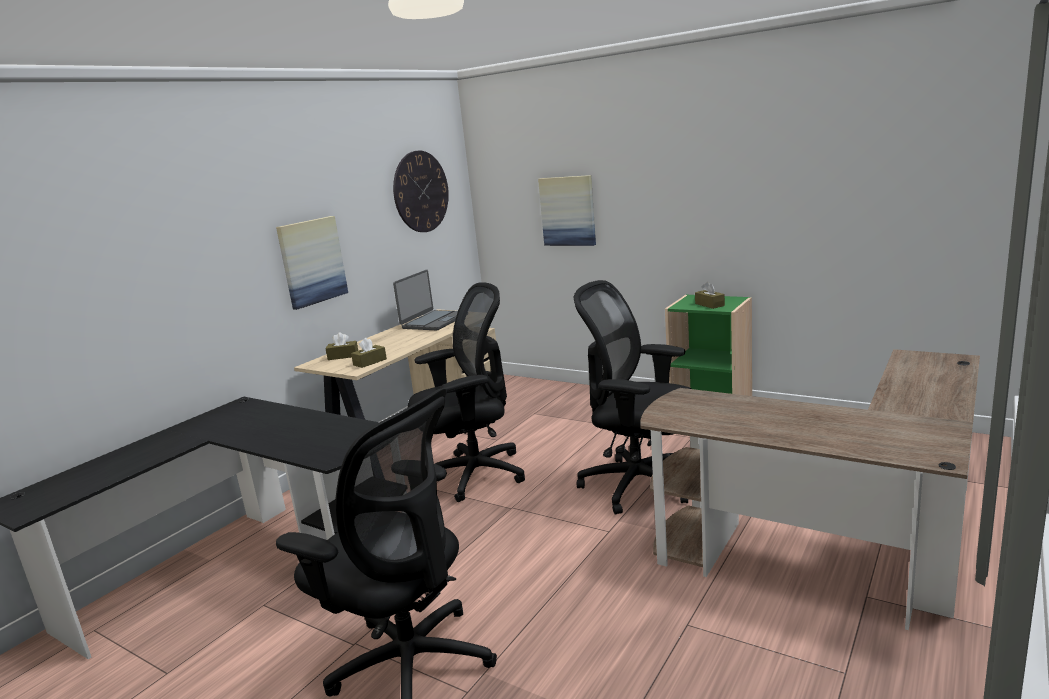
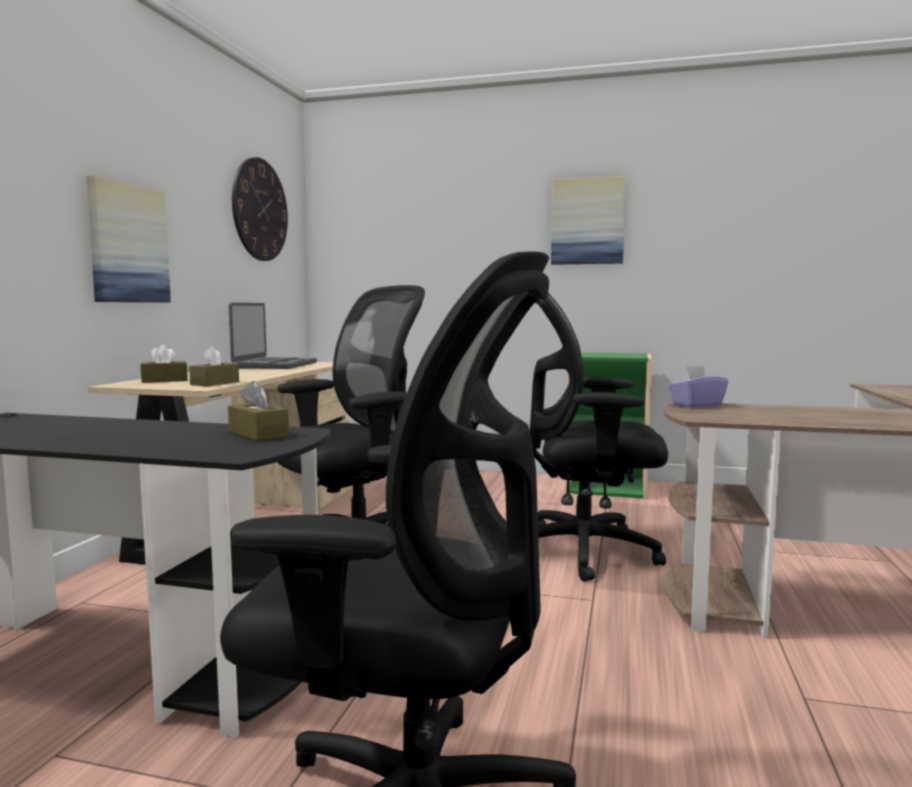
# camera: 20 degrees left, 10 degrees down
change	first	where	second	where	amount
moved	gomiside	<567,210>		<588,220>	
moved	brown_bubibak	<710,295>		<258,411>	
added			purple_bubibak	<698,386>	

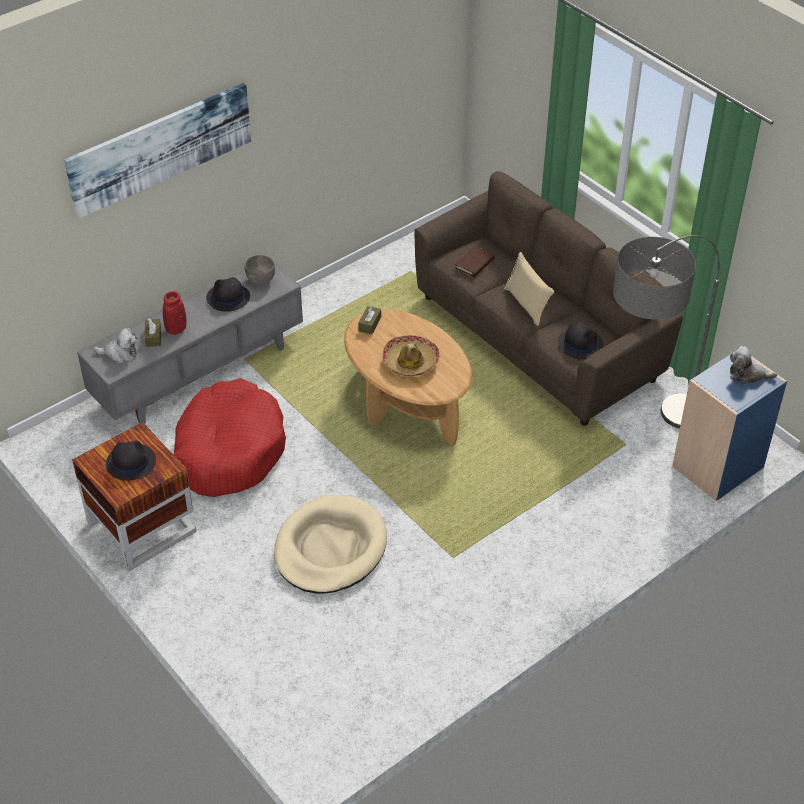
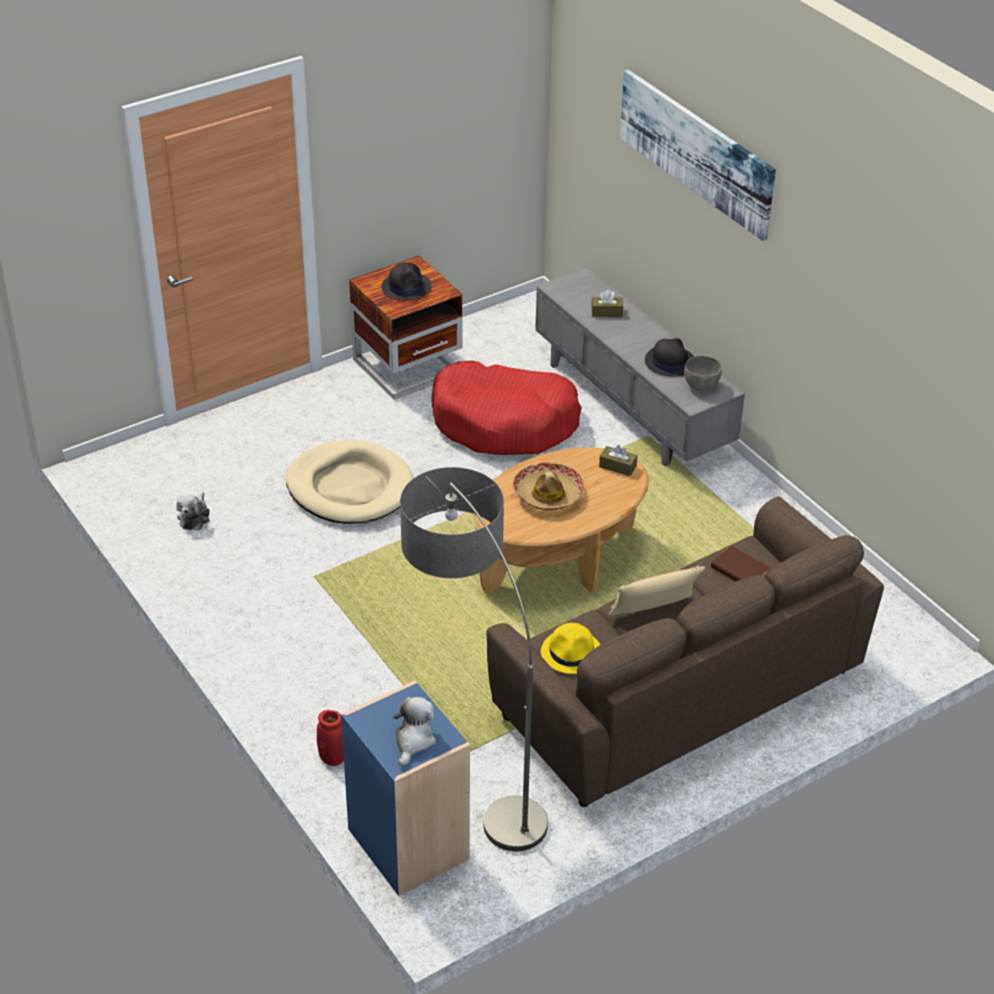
# camera: 95 degrees right, 5 degrees down
change	first	where	second	where	amount
moved	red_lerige	<174,313>		<330,738>	
recoloured	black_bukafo	<580,340>	yellow_bukafo	<570,648>	
moved	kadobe	<116,345>		<193,511>	

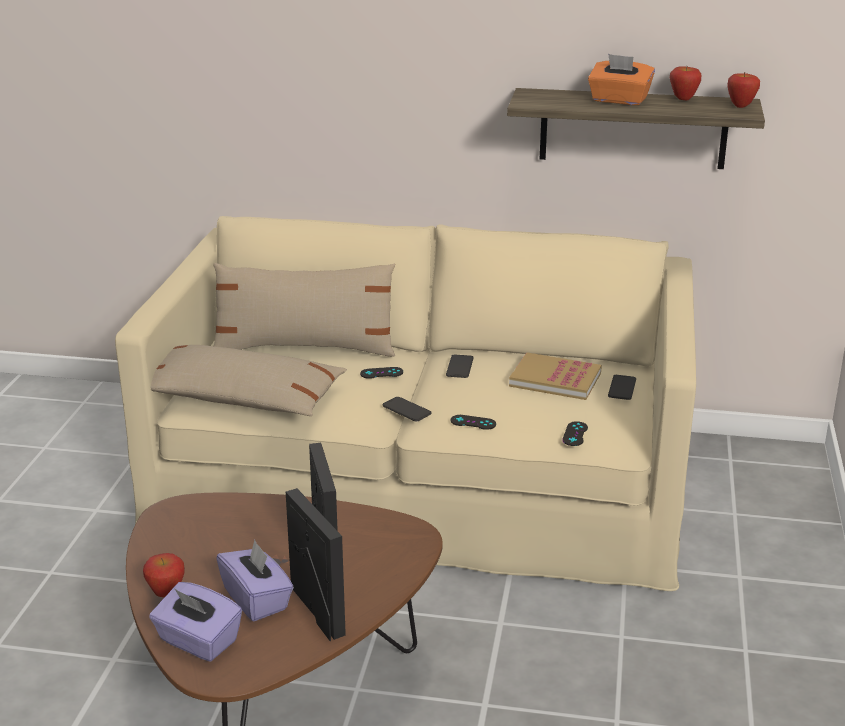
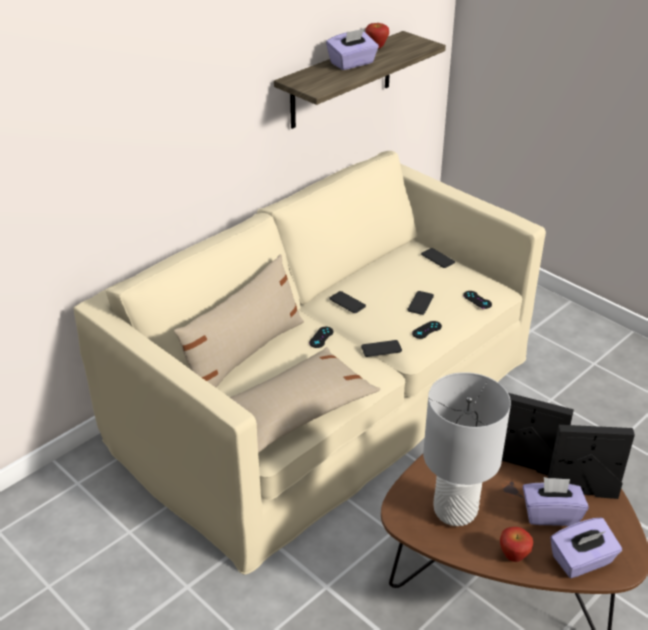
# camera: 55 degrees left, 10 degrees up
change	first	where	second	where	amount
recoloured	orange_bubibak	<621,79>	purple_bubibak	<352,49>	
removed	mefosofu	<743,90>			
removed	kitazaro	<555,376>			
added			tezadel	<421,303>	
added			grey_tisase	<467,449>	

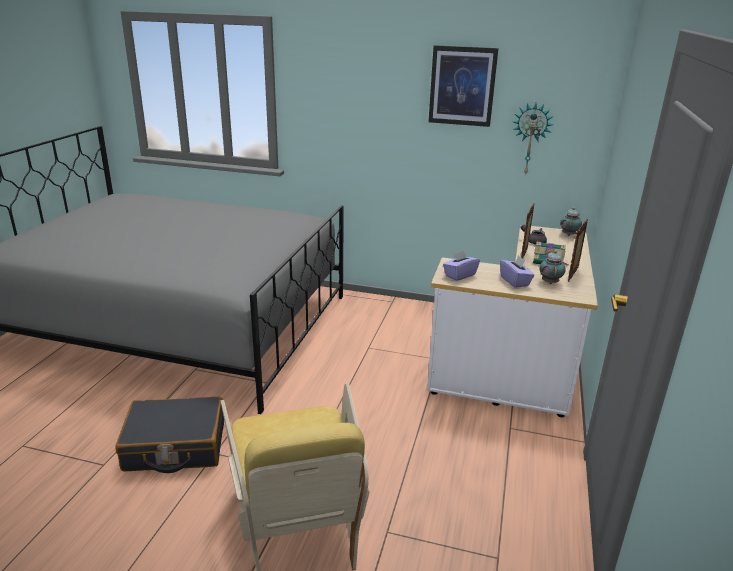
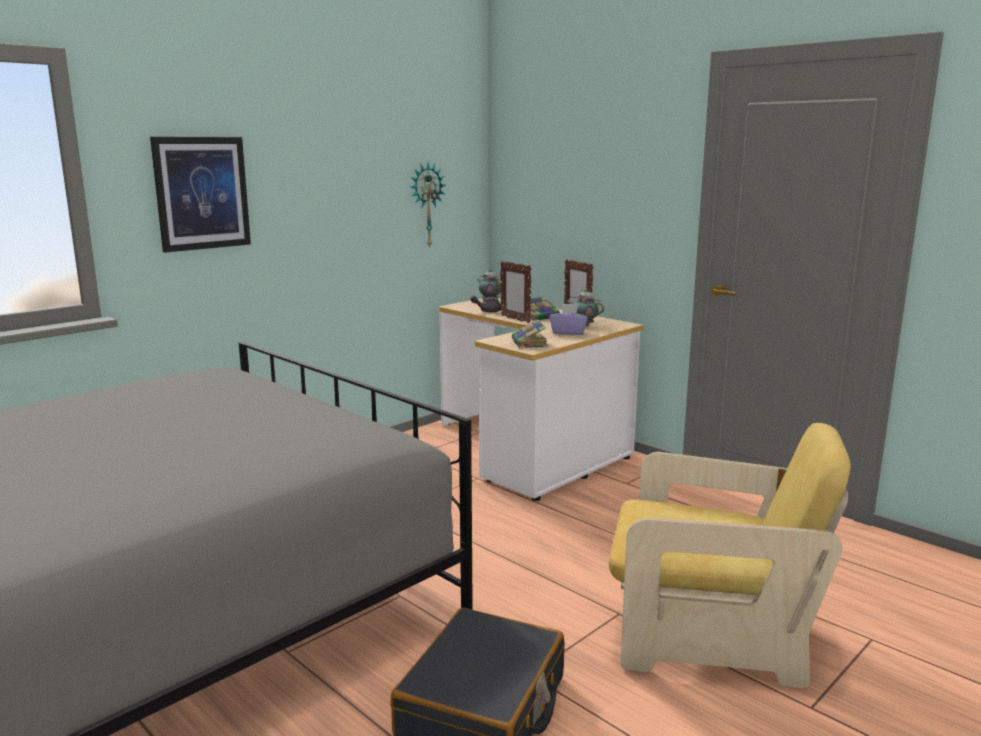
# camera: 60 degrees left, 10 degrees down
change	first	where	second	where	amount
moved	gomiside	<464,86>		<200,195>	
replaced	purple_bubibak	<461,265>	kitazaro	<530,334>	

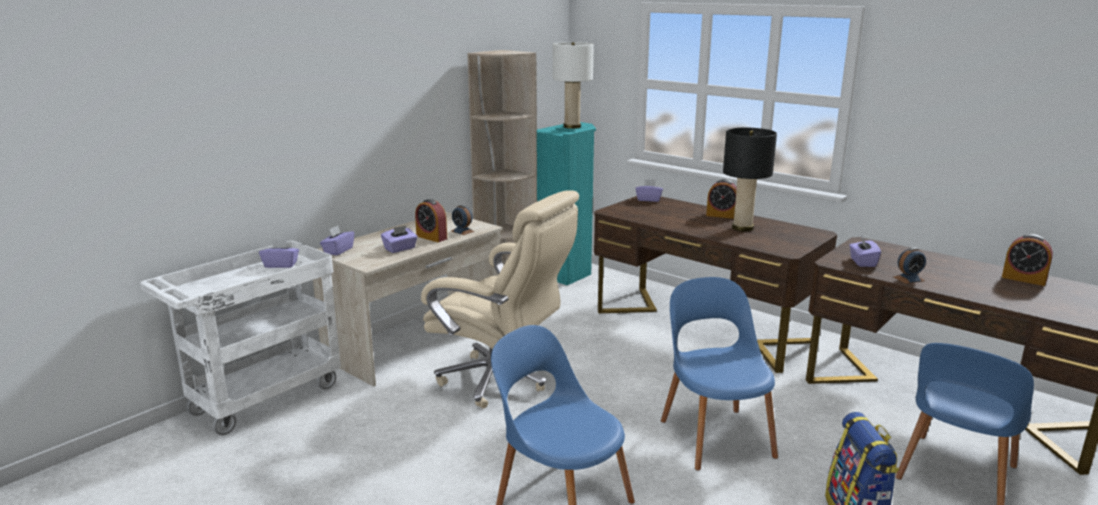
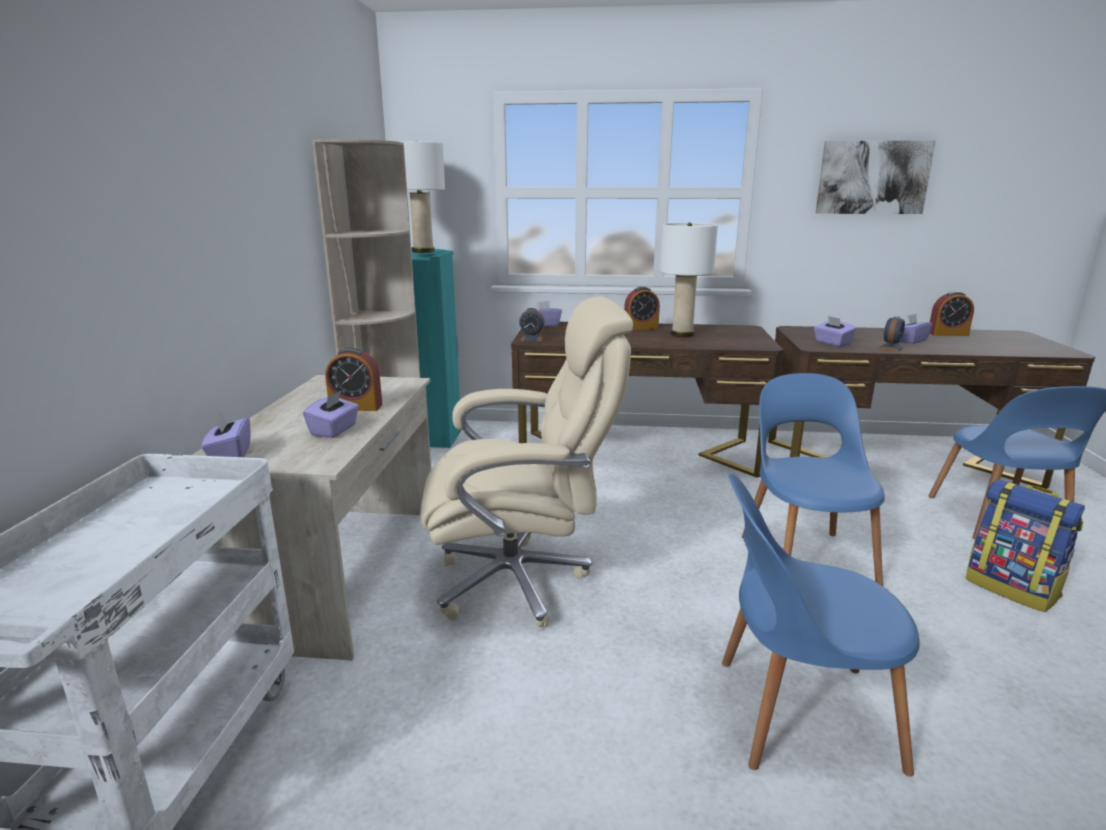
# camera: 35 degrees left, 0 degrees up
change	first	where	second	where	amount
recoloured	black_tisase	<750,179>	white_tisase	<689,280>	
moved	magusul	<463,220>		<532,324>	
moved	purple_bubibak	<279,253>		<916,329>	
turned	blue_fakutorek	<719,374>		<813,479>	45 degrees clockwise
added			gomiside	<876,177>	

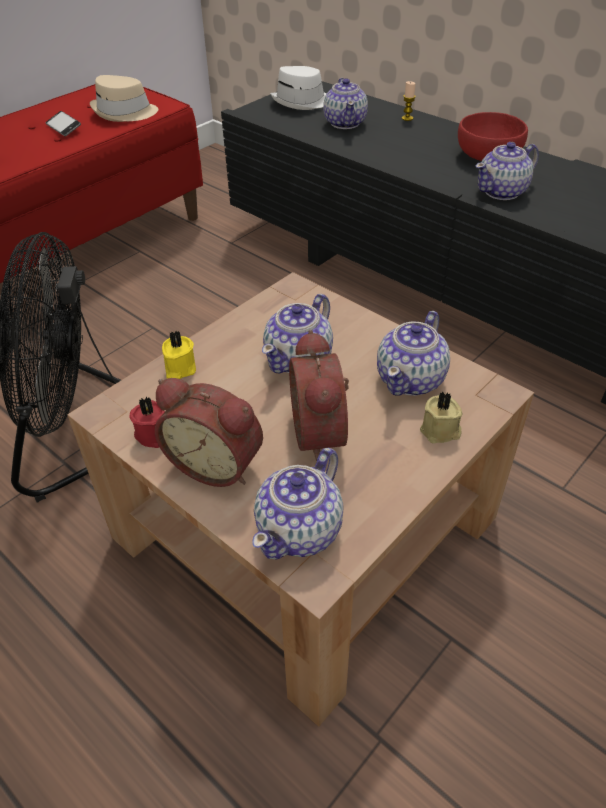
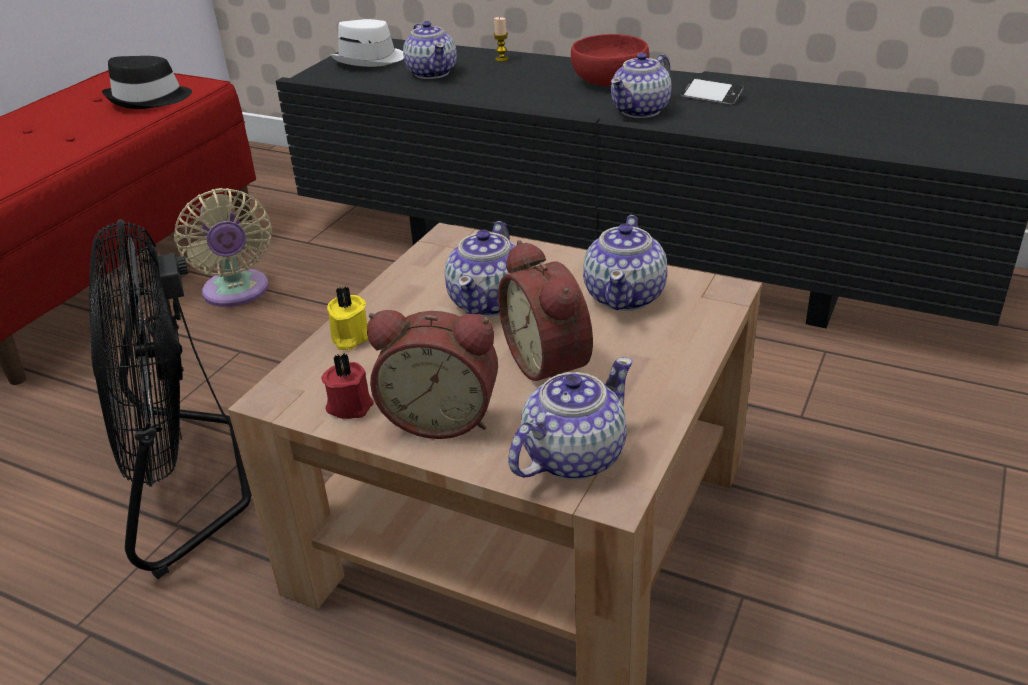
# camera: 15 degrees left, 10 degrees down
change	first	where	second	where	amount
recoloured	beige_bukafo	<124,98>	black_bukafo	<147,82>	
moved	tezadel	<63,123>		<712,91>	
removed	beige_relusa	<441,417>			
turned	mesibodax	<298,503>		<570,418>	150 degrees counterclockwise
added			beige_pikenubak	<223,247>	

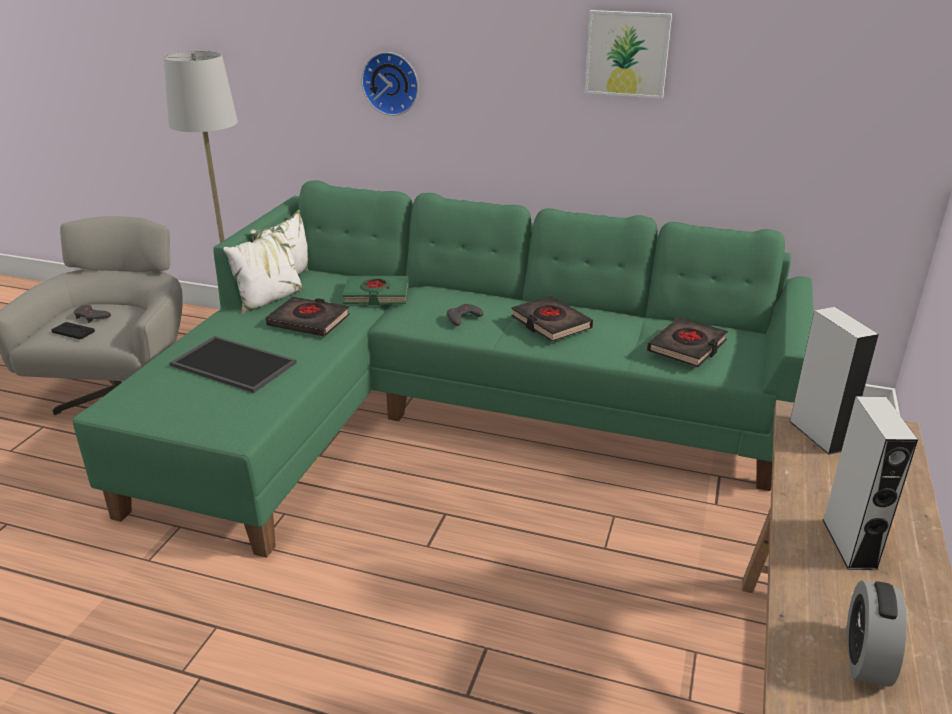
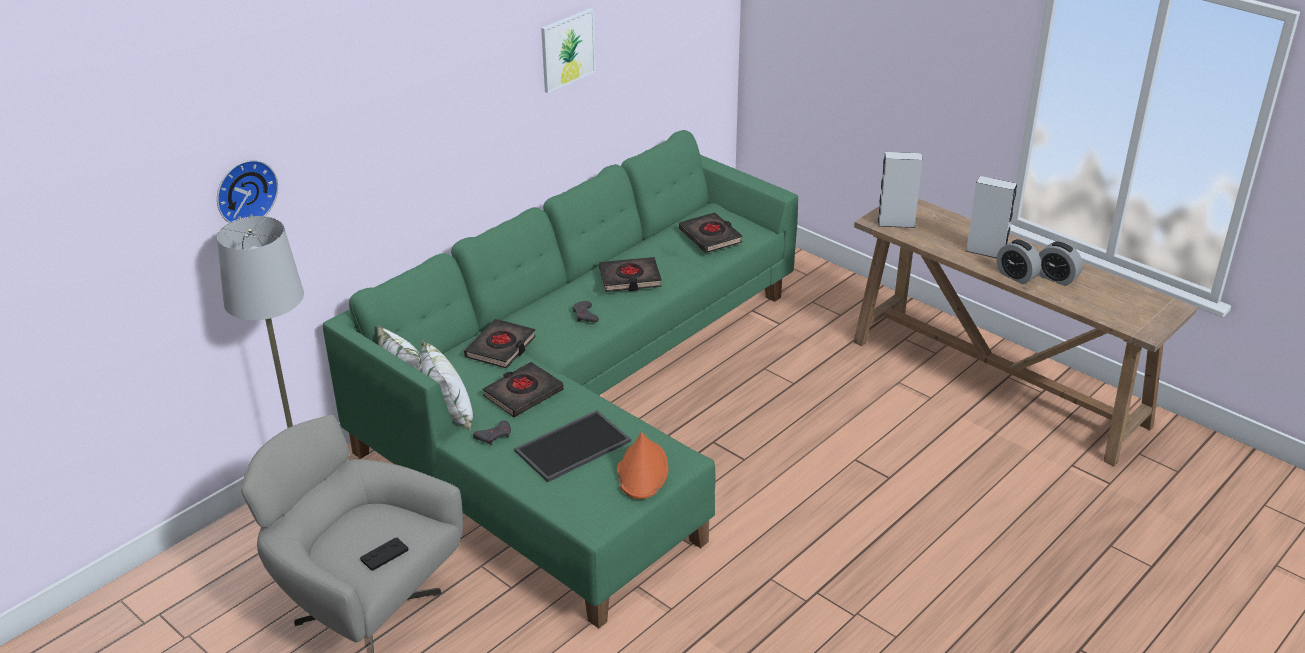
# camera: 65 degrees left, 5 degrees up
change	first	where	second	where	amount
moved	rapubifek	<390,84>		<247,191>	
recoloured	green_kitazaro	<375,291>	black_kitazaro	<500,344>	
moved	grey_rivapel	<92,314>		<492,432>	
added			magusul	<1019,261>	
added			orange_bukafo	<643,465>	

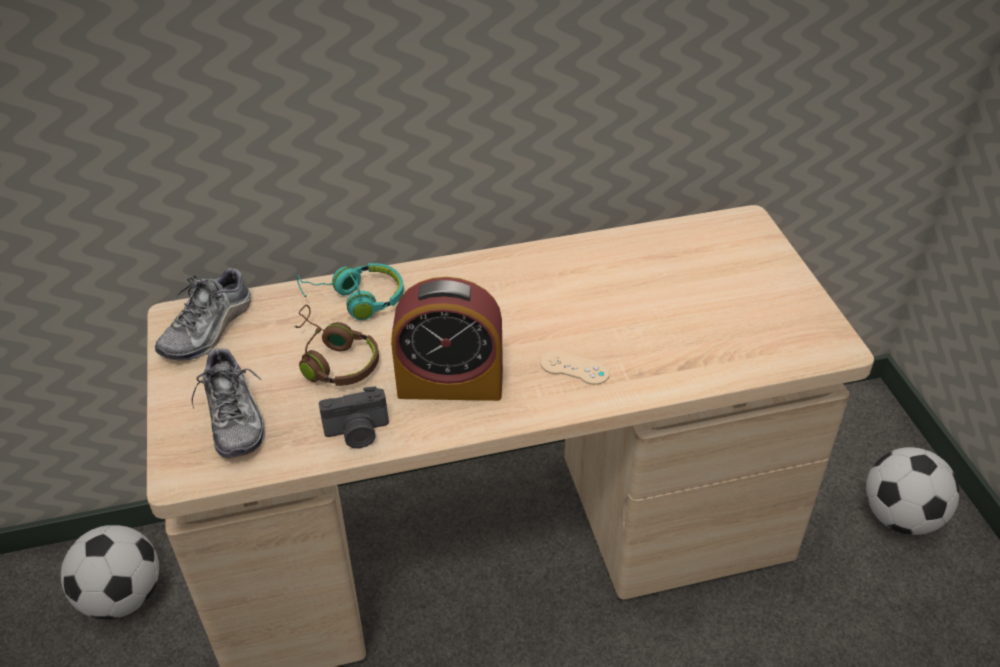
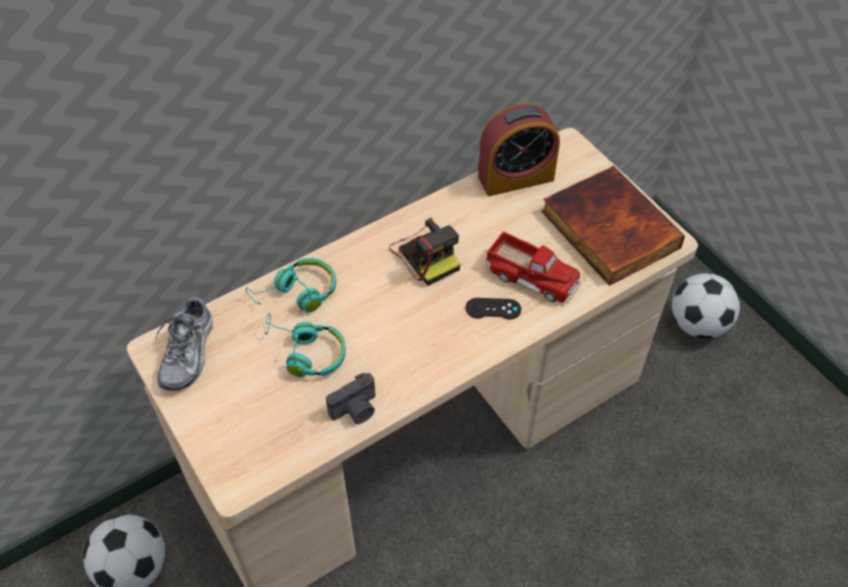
# camera: 20 degrees left, 10 degrees up
change	first	where	second	where	amount
moved	magusul	<447,339>		<519,150>	
recoloured	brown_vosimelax	<336,345>	turquoise_vosimelax	<305,345>	
removed	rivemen	<228,400>			
recoloured	beige_rivapel	<575,368>	black_rivapel	<493,309>	
added			kitazaro	<613,226>	
added			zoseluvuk	<425,251>	
added			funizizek	<533,267>	

